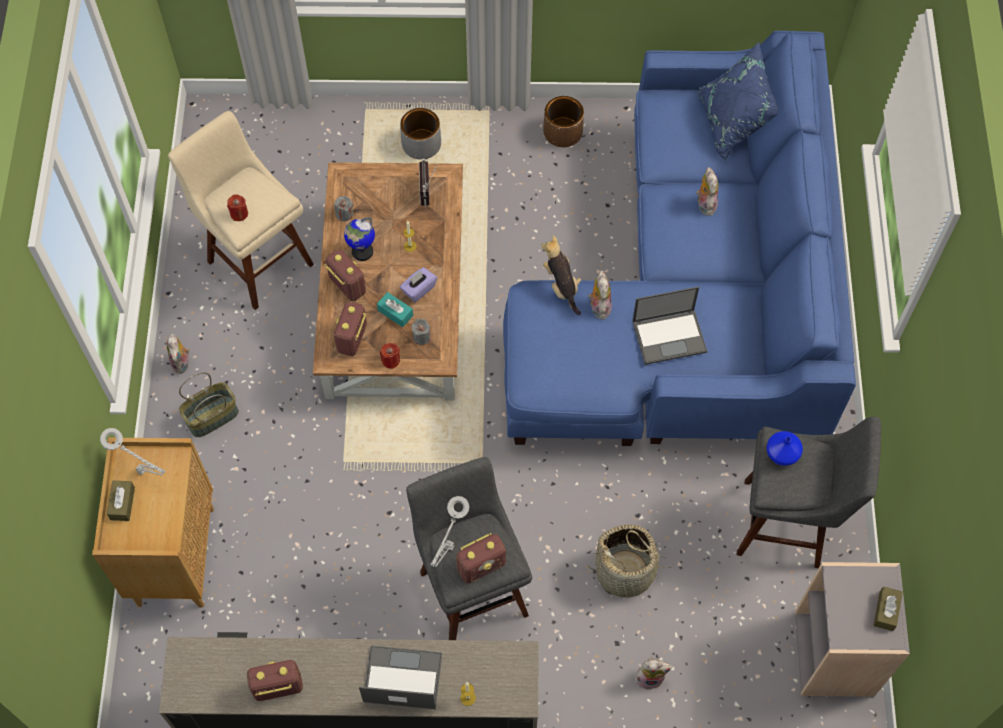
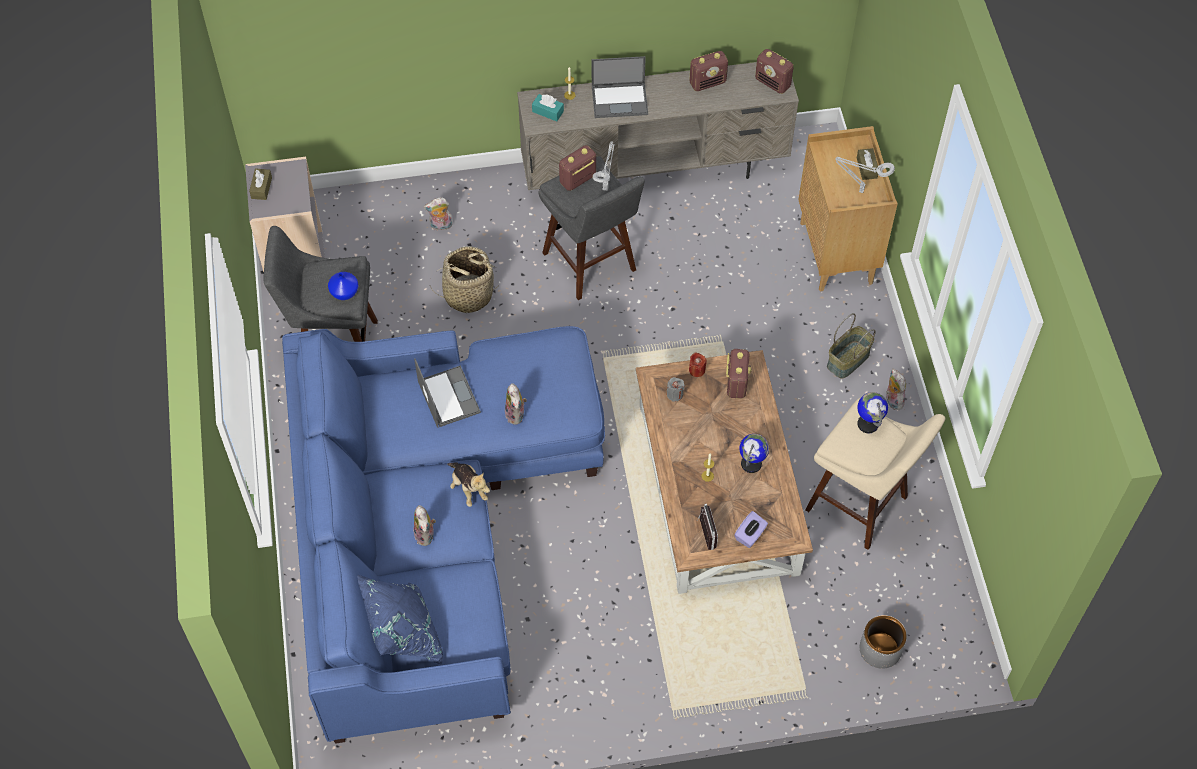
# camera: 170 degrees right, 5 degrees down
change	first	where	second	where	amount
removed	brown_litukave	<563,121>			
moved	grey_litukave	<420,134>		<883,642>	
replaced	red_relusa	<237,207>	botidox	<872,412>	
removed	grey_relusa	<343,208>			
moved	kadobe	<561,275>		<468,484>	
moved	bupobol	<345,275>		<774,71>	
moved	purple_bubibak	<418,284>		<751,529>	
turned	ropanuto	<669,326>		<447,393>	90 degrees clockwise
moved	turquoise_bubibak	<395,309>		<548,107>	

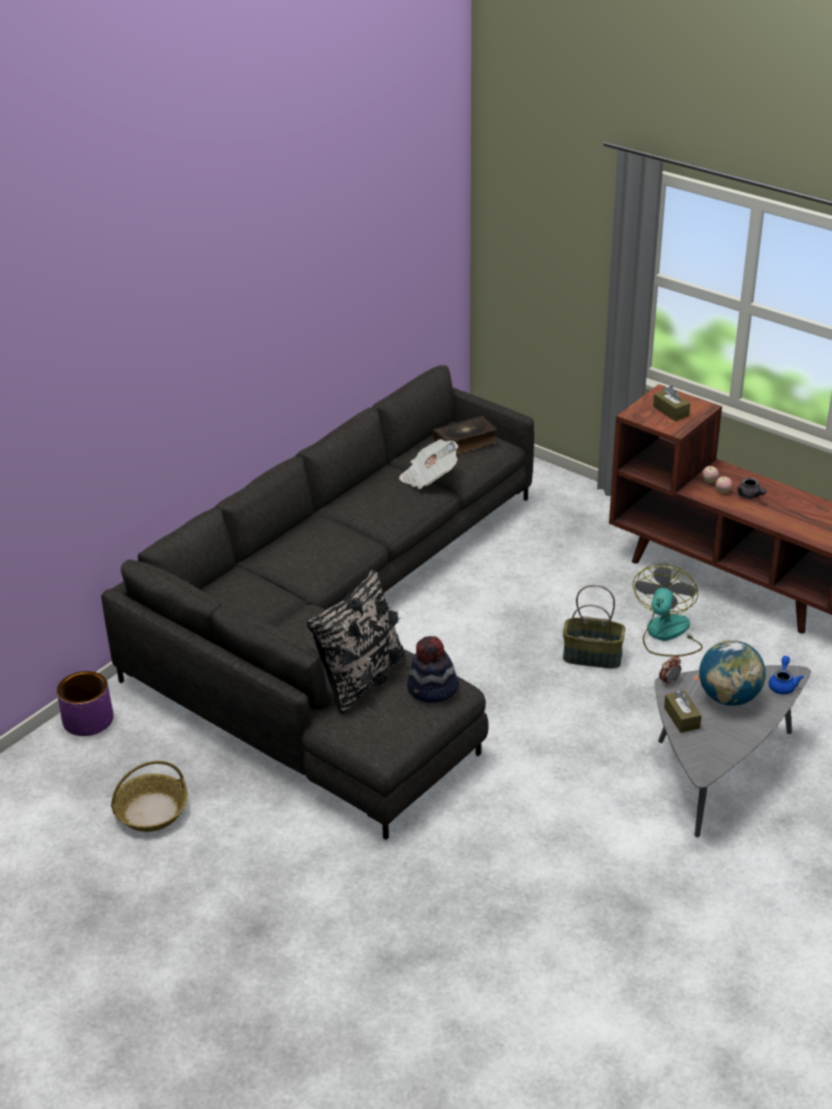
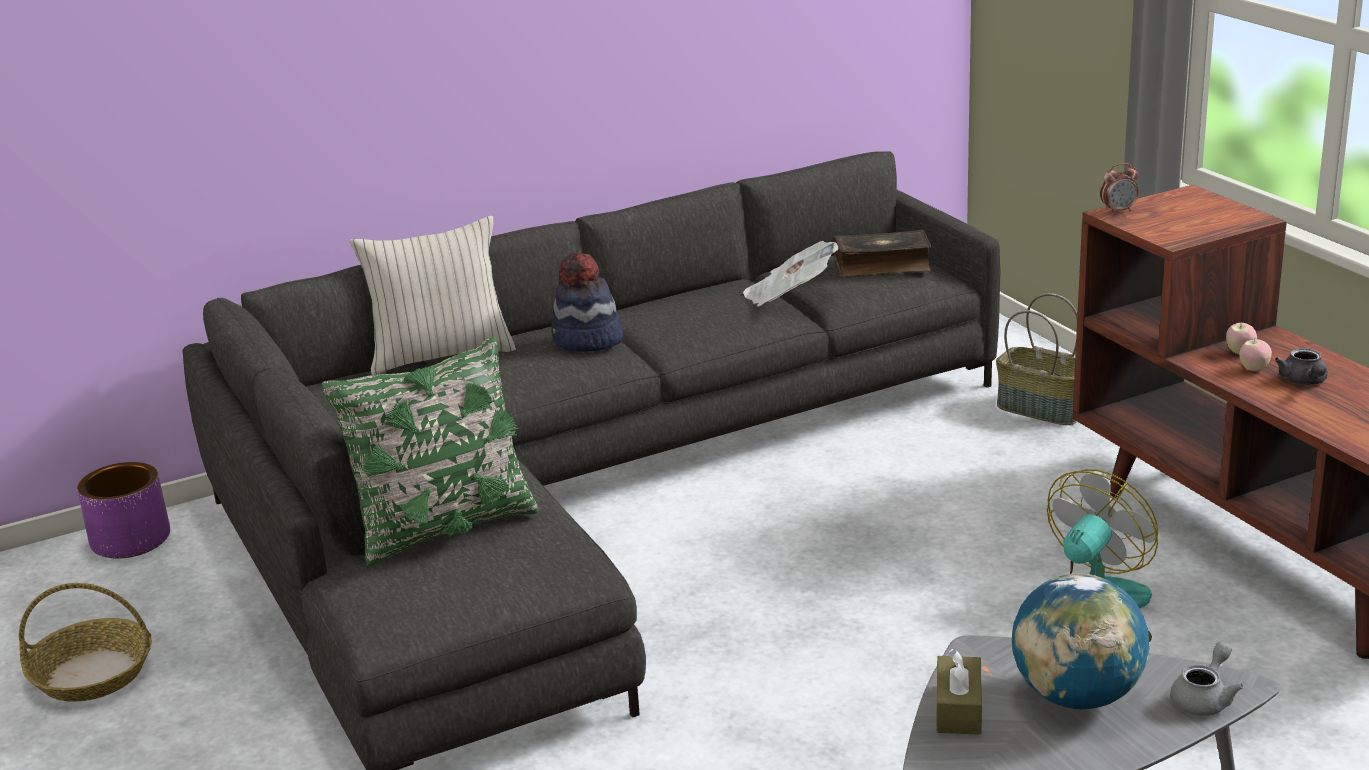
# camera: 25 degrees right, 10 degrees down
change	first	where	second	where	amount
removed	brown_bubibak	<671,403>			
recoloured	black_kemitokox	<356,641>	green_kemitokox	<430,451>	
moved	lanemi	<594,626>		<1037,359>	
moved	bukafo	<433,669>		<587,302>	
moved	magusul	<670,671>		<1119,188>	
recoloured	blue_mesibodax	<786,675>	grey_mesibodax	<1207,679>	
added			beige_kemitokox	<433,295>	

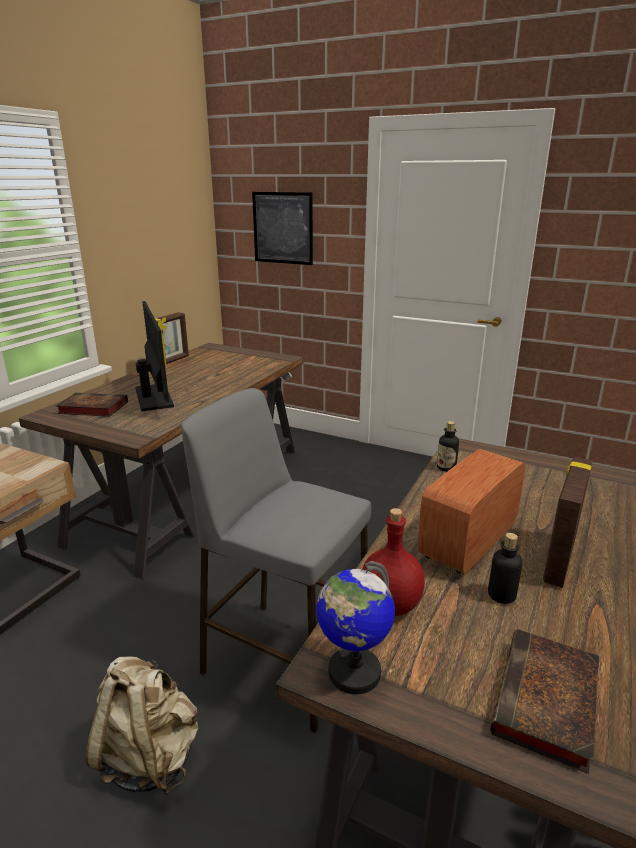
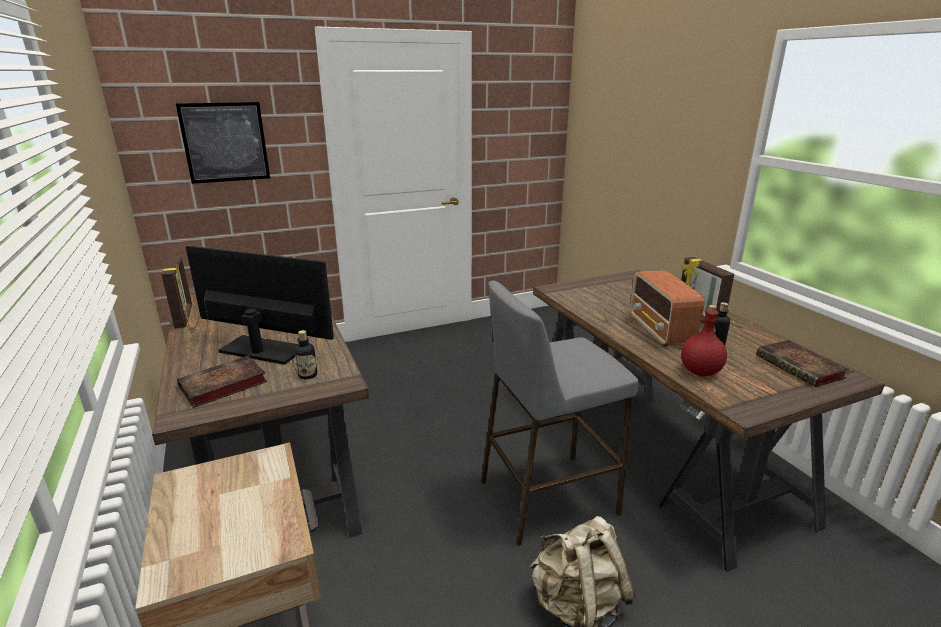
# camera: 50 degrees left, 0 degrees up
change	first	where	second	where	amount
moved	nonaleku	<448,446>		<306,354>	
removed	botidox	<356,627>			

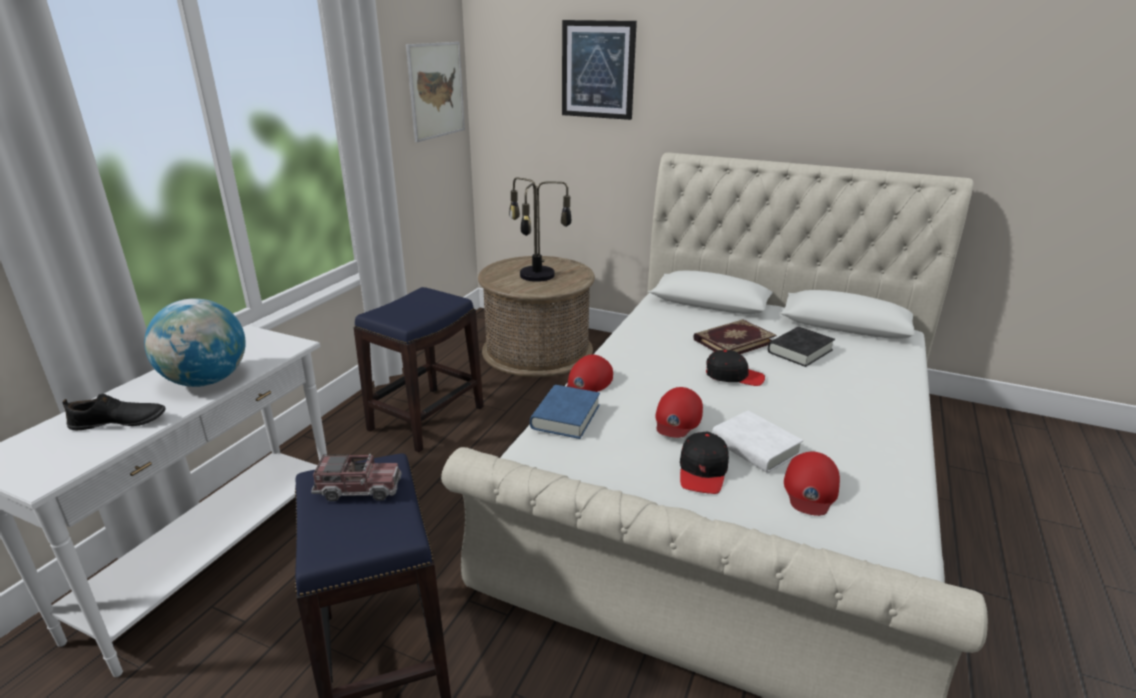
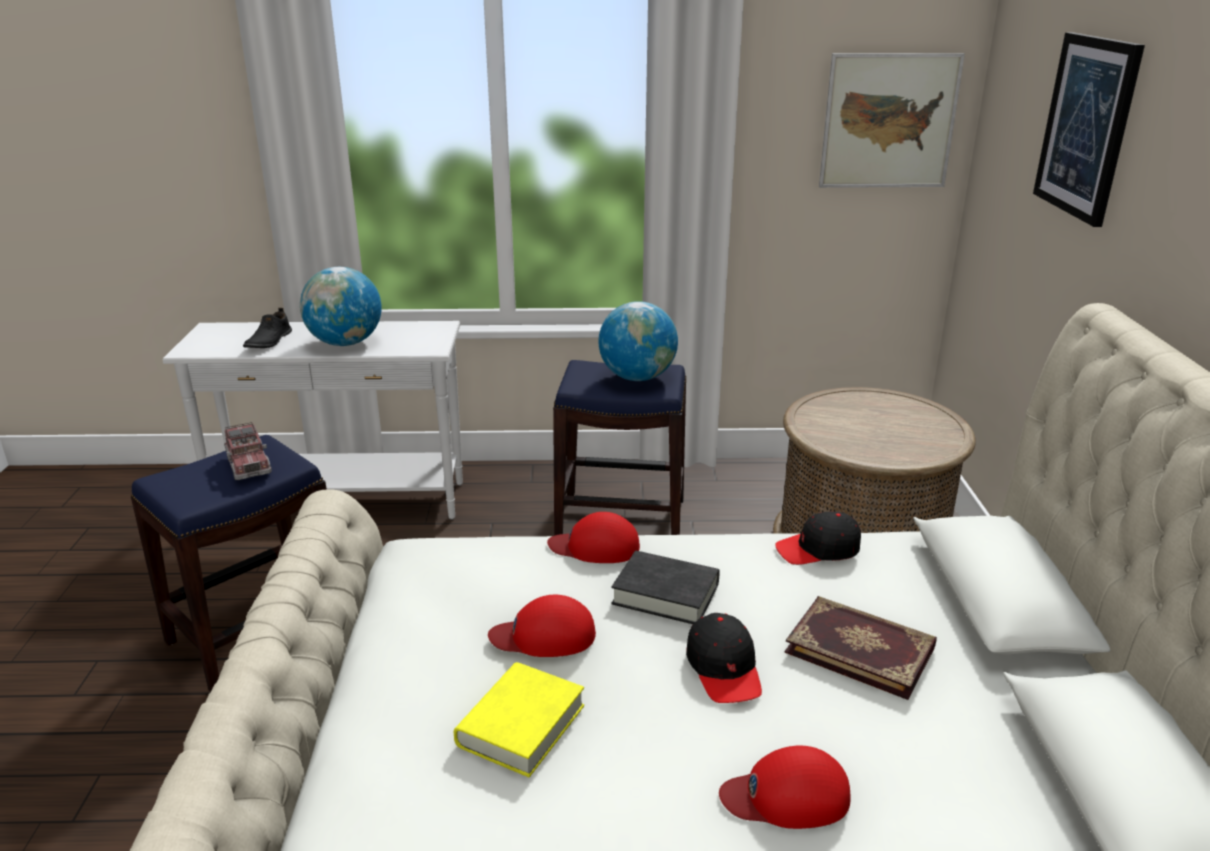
# camera: 65 degrees right, 0 degrees up
change	first	where	second	where	amount
removed	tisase	<540,229>			
moved	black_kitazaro	<801,347>		<665,587>	
removed	blue_kitazaro	<565,412>			
turned	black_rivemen	<113,412>		<267,328>	45 degrees clockwise
recoloured	white_kitazaro	<757,442>	yellow_kitazaro	<519,719>	
moved	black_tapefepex	<704,463>		<818,538>	
moved	red_tapefepex	<812,484>		<784,787>	
added			botidox	<638,341>	

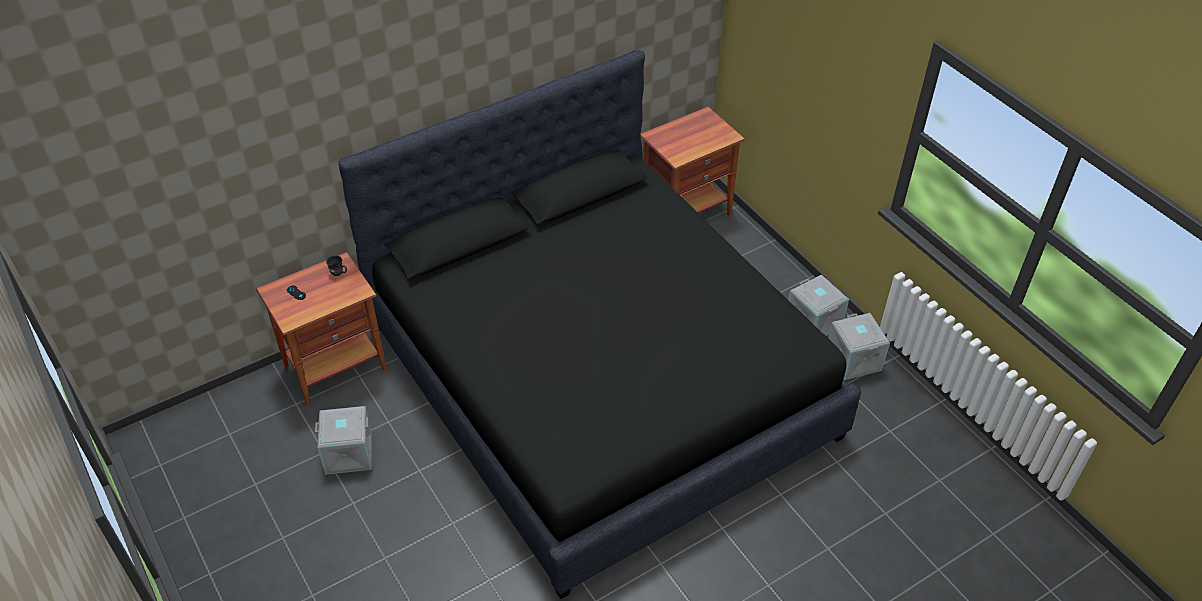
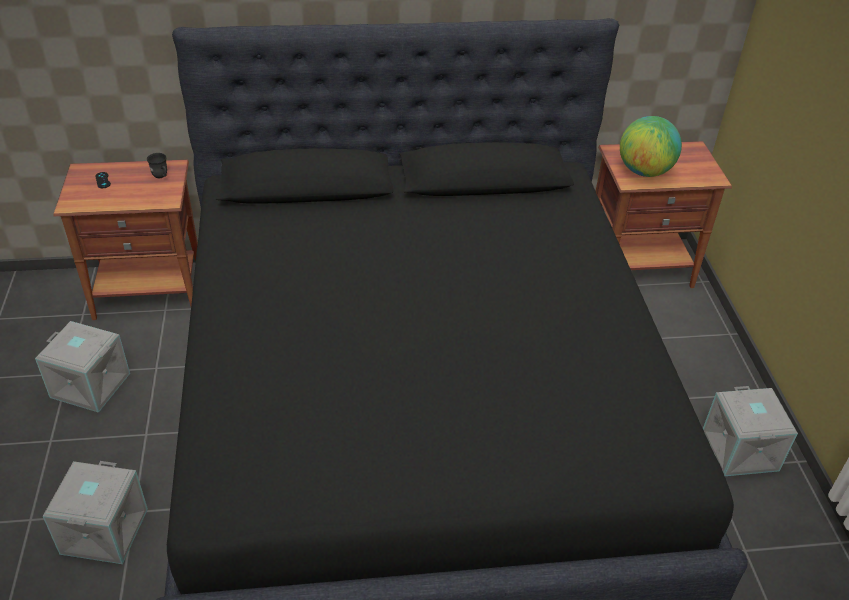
# camera: 25 degrees right, 5 degrees down
change	first	where	second	where	amount
moved	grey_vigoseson	<859,346>		<95,512>	
added			botidox	<651,146>	

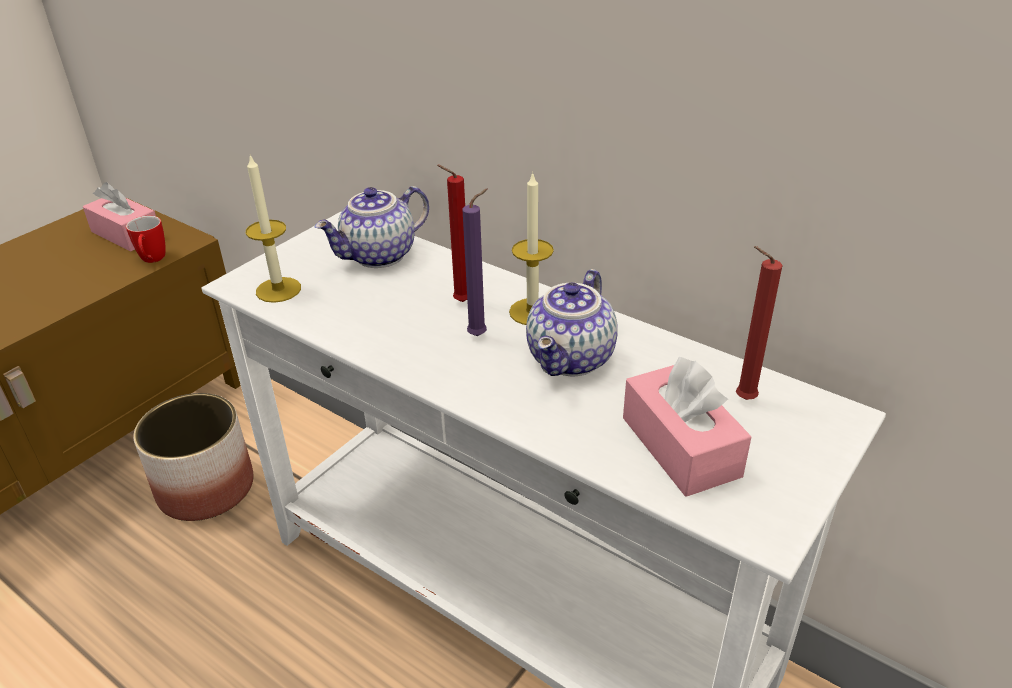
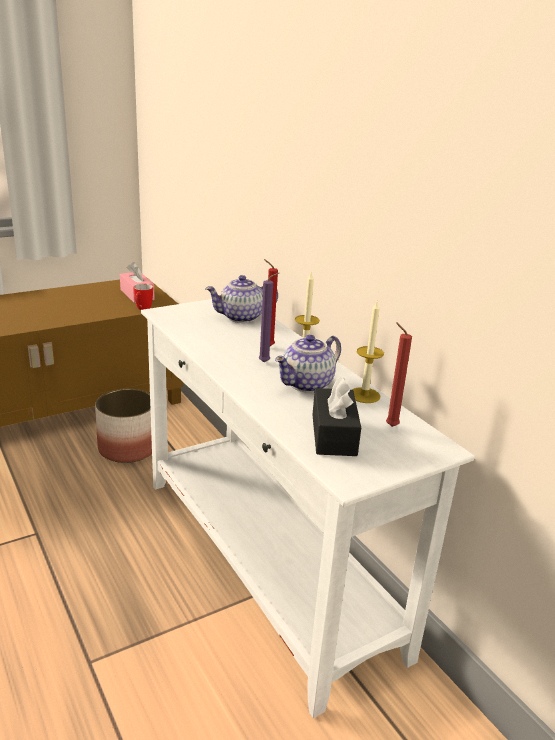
# camera: 20 degrees right, 10 degrees down
change	first	where	second	where	amount
moved	relusa	<273,229>		<368,352>	
recoloured	pink_bubibak	<687,427>	black_bubibak	<336,416>	

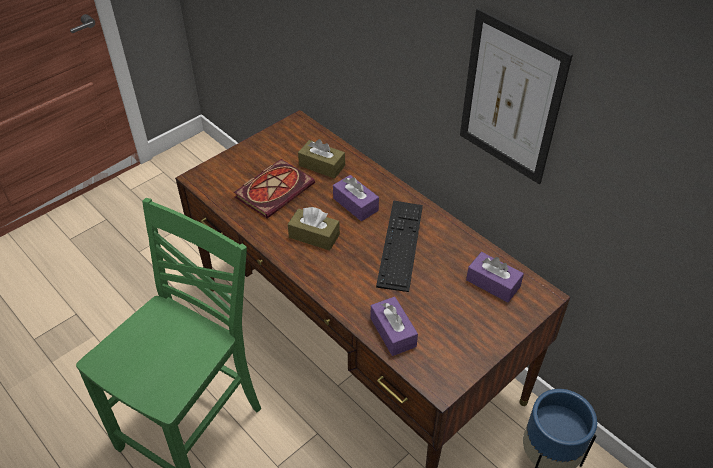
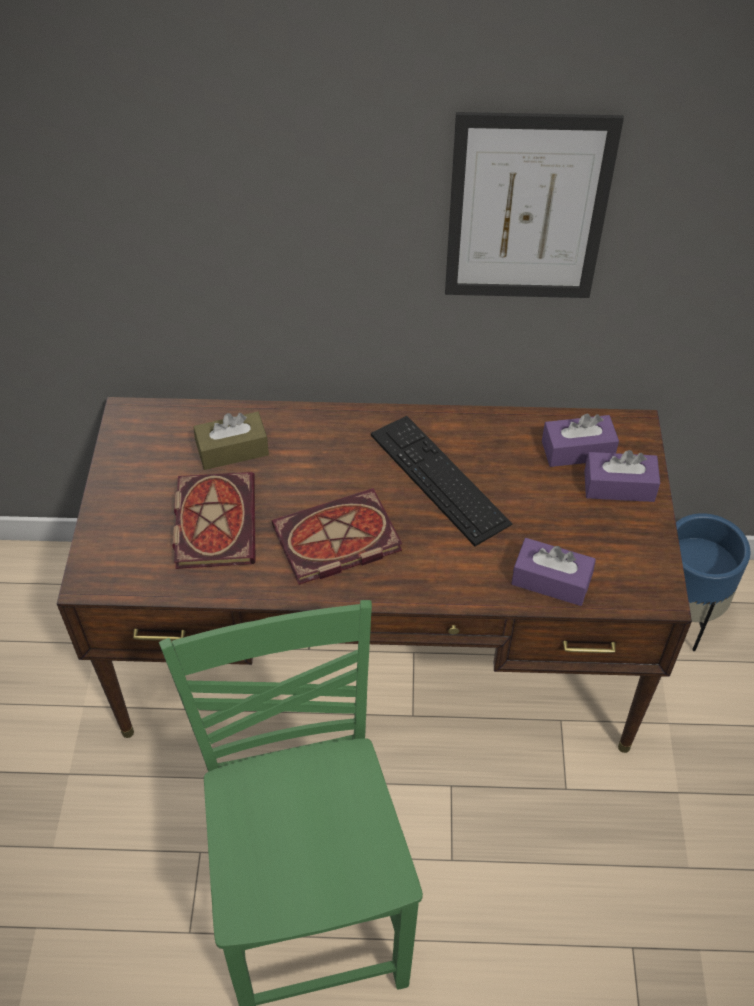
# camera: 45 degrees left, 5 degrees up
change	first	where	second	where	amount
moved	purple_bubibak	<356,198>		<622,476>	
replaced	brown_bubibak	<314,229>	kitazaro	<337,536>	

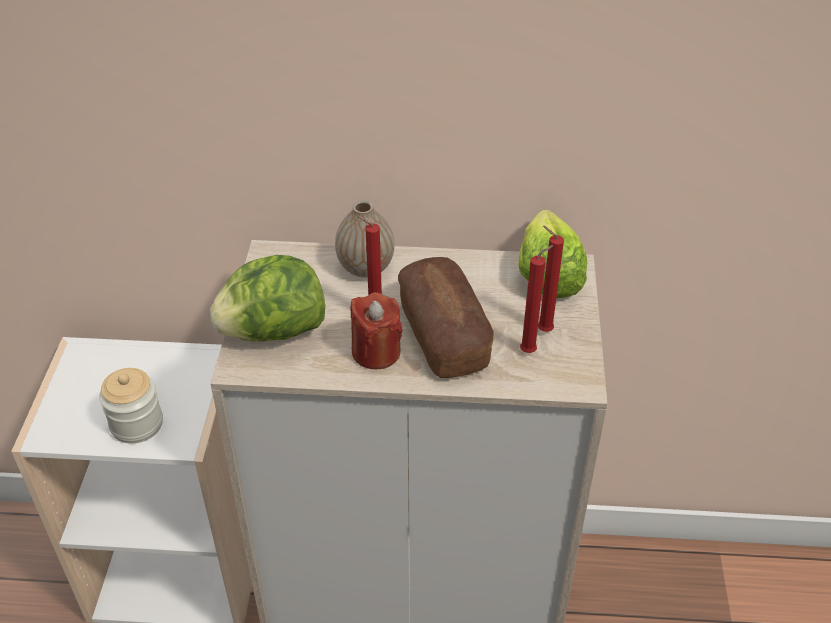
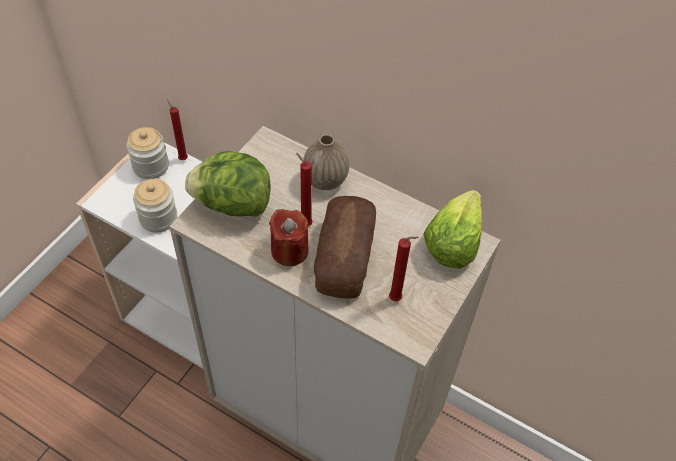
# camera: 25 degrees right, 10 degrees up
change	first	where	second	where	amount
moved	red_relusa	<551,279>		<177,129>	
added			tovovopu	<147,153>	

